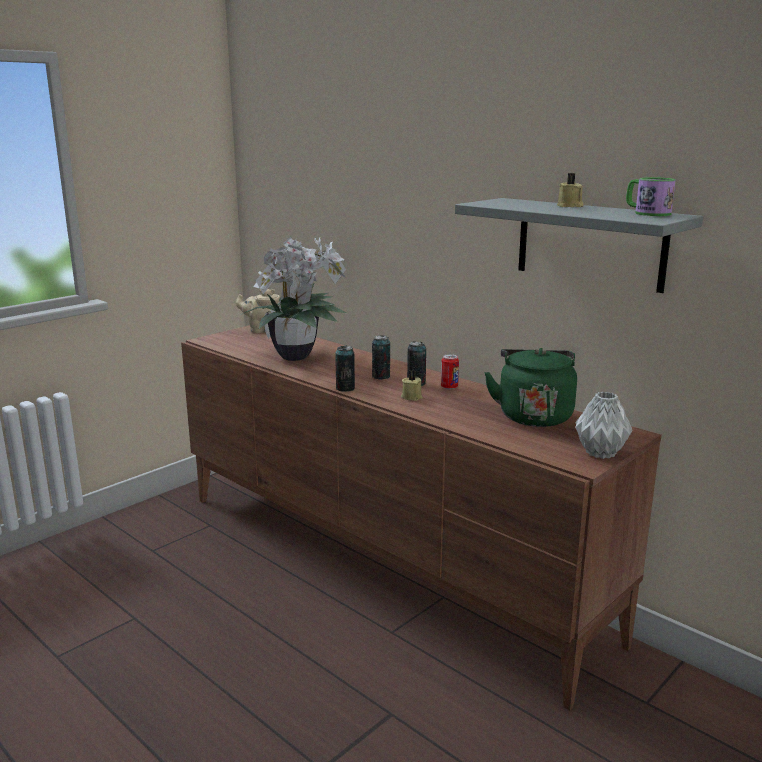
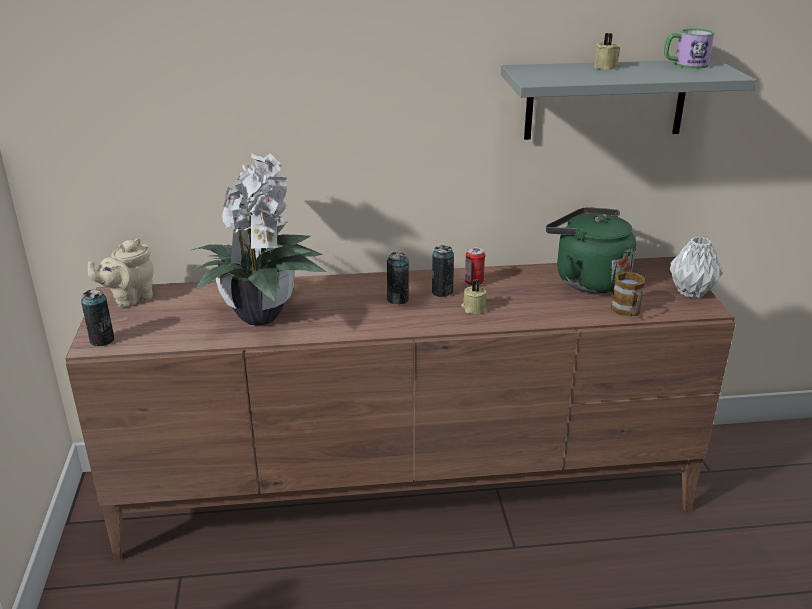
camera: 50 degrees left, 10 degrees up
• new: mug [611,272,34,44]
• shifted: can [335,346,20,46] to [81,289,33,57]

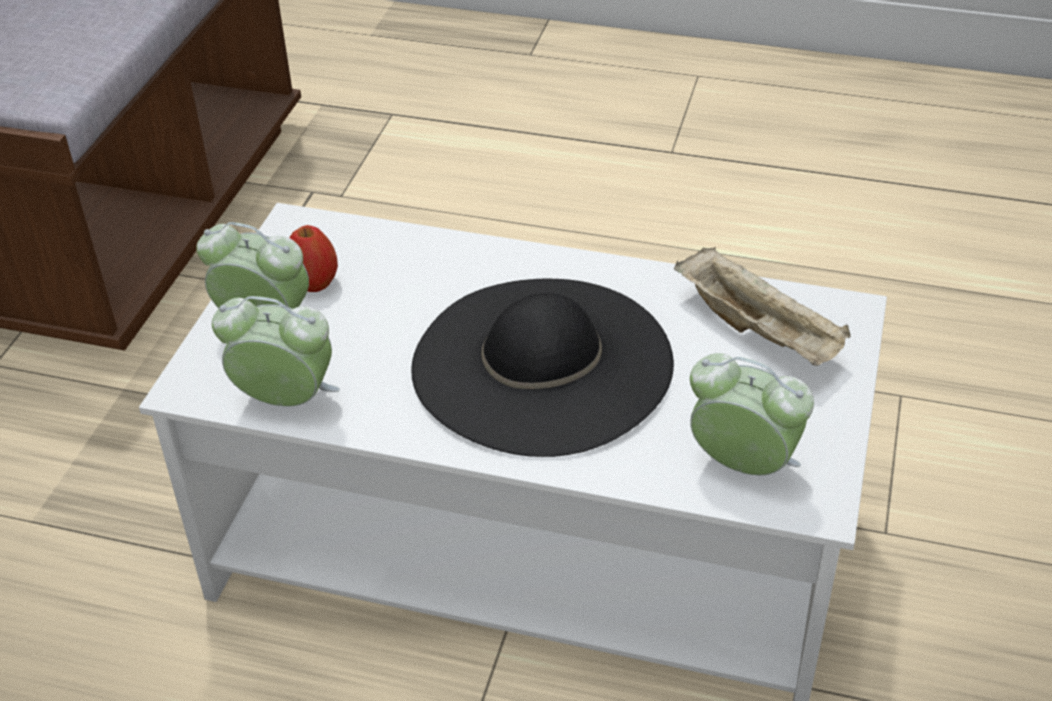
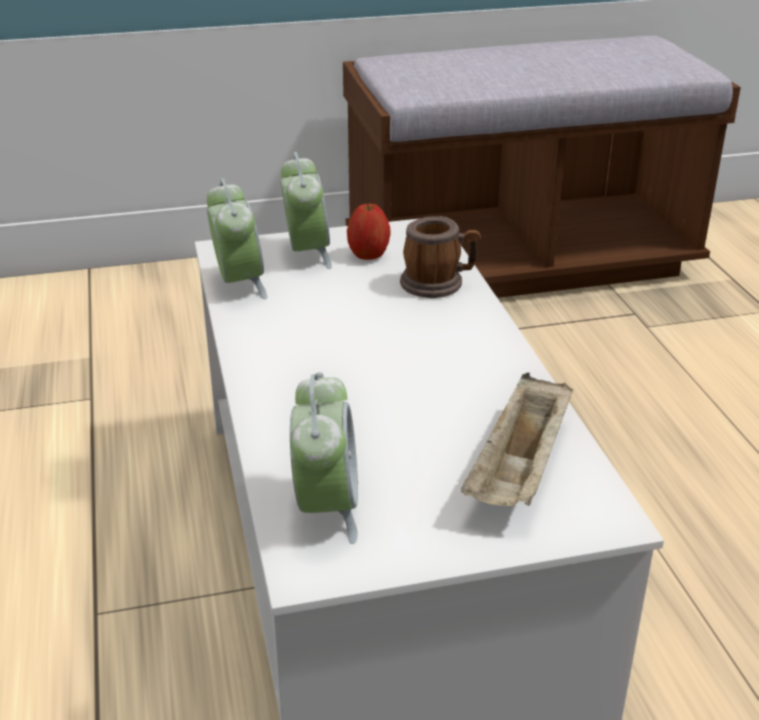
camera: 60 degrees right, 10 degrees down
• gone: black hat [411,279,263,178]
• new: mug [400,217,81,81]

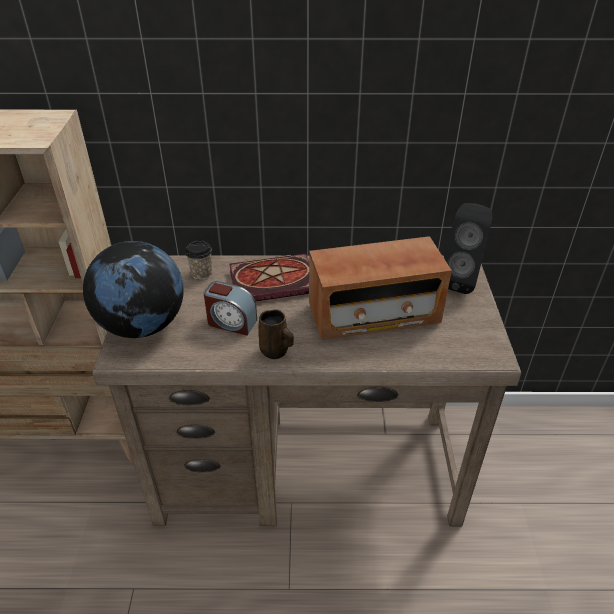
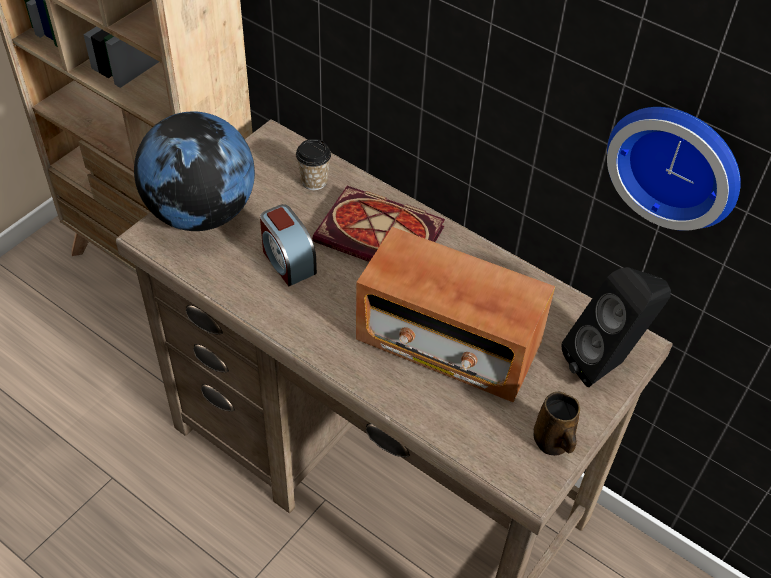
camera: 35 degrees right, 10 degrees up
• new: wall clock [607,107,134,124]
• shifted: brown mug [258,310,36,49] to [533,392,47,64]

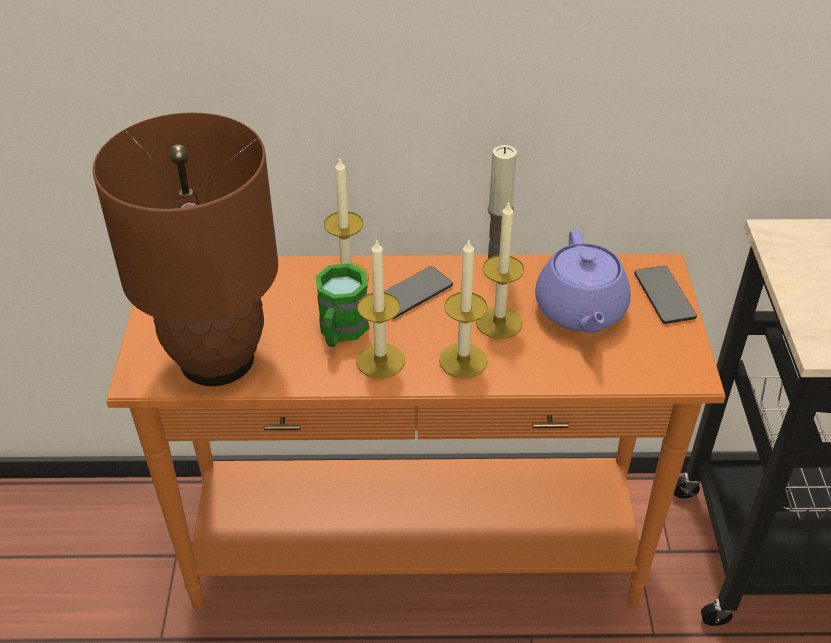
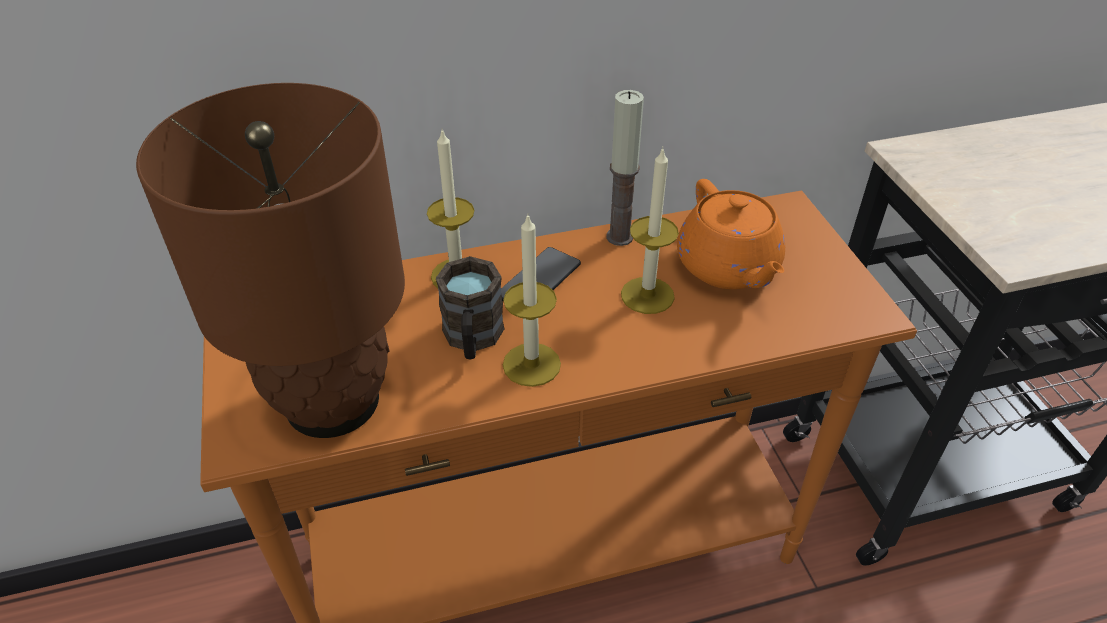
camera: 15 degrees left, 0 degrees up
• gone: candle [439,240,49,139]
• gone: phone [634,266,63,58]
• repainted: green mug [315,263,54,84] to brown mug [436,256,68,104]
• repainted: purple teapot [535,229,96,104] to orange teapot [677,179,108,110]

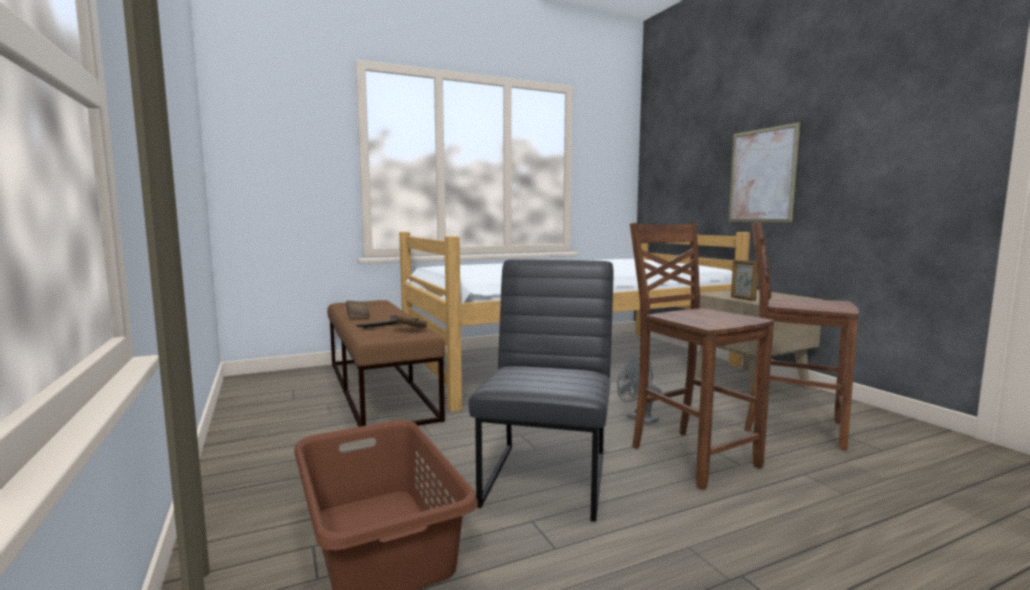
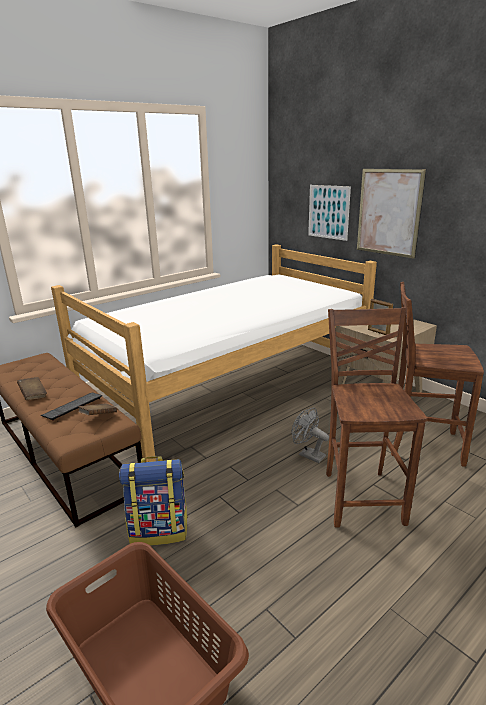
camera: 15 degrees left, 15 degrees up
• gone: grey chair [469,259,144,263]
• new: backpack [119,456,69,90]
• new: picture [308,185,43,56]
• rotated: brown chair [630,223,144,267] = [326,307,101,221] 45 degrees clockwise

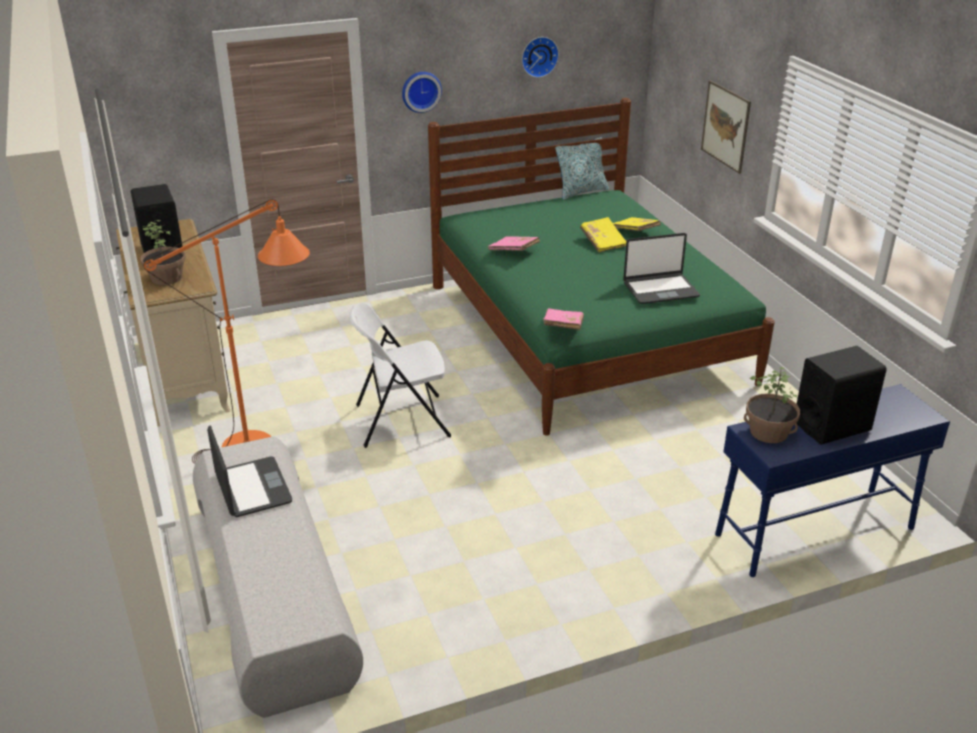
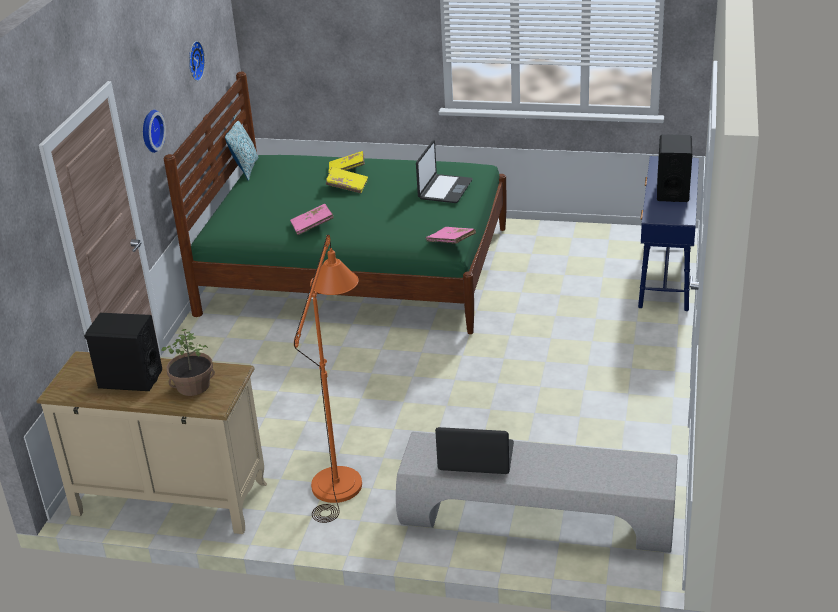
camera: 55 degrees left, 0 degrees up
• gone: white chair [349,302,102,146]
• gone: picture [701,80,50,94]
• gone: potted plant [744,367,56,76]

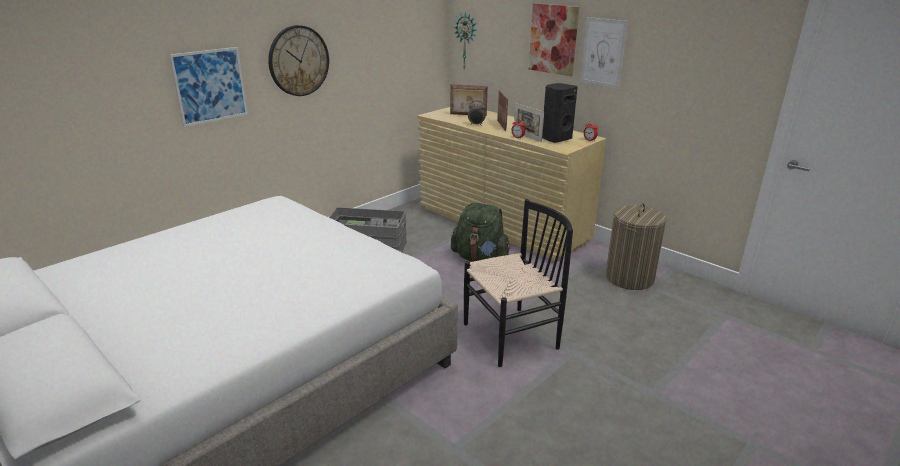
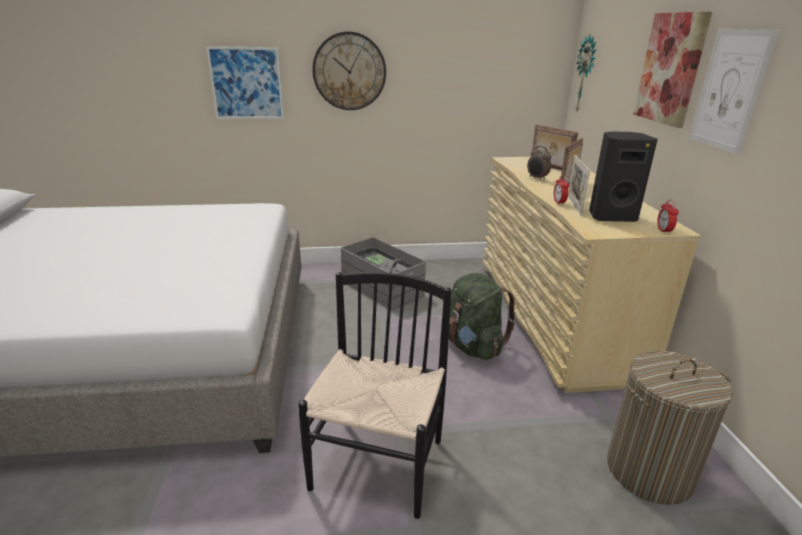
camera: 40 degrees right, 0 degrees up
• rotated: black chair [464,199,109,168] = [298,272,153,247] 90 degrees counterclockwise

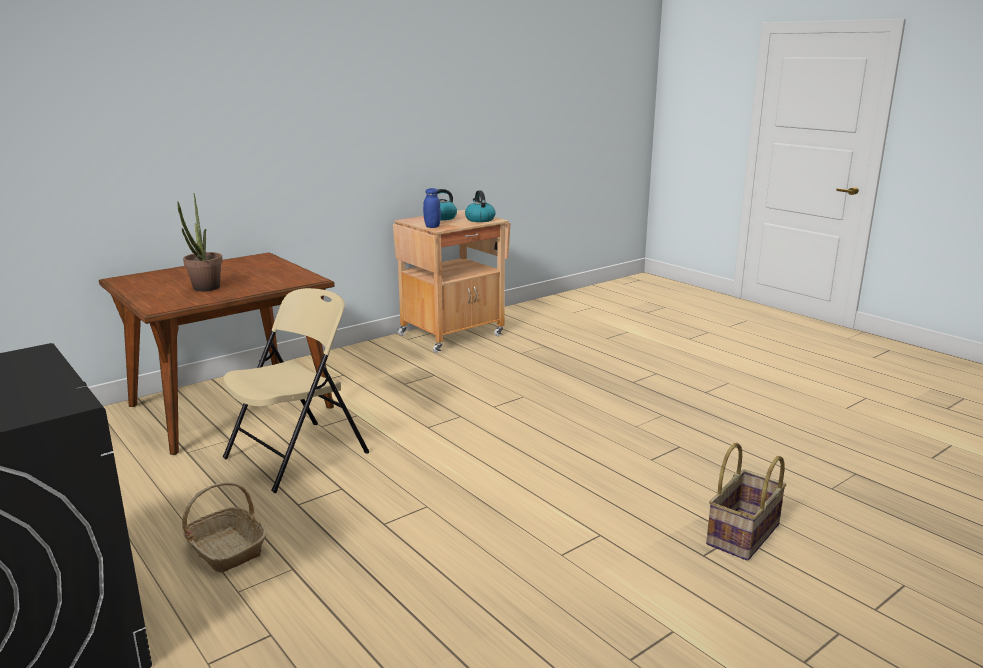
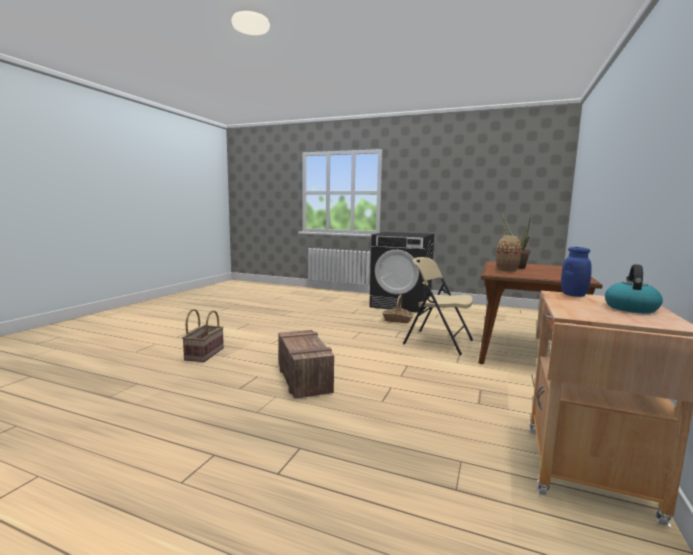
camera: 150 degrees right, 10 degrees down
• gone: kettle [465,190,31,32]
• new: crate [279,330,55,69]
• new: vase [496,236,26,36]
• rotated: beige chair [223,288,146,205] = [403,257,70,99] 105 degrees clockwise

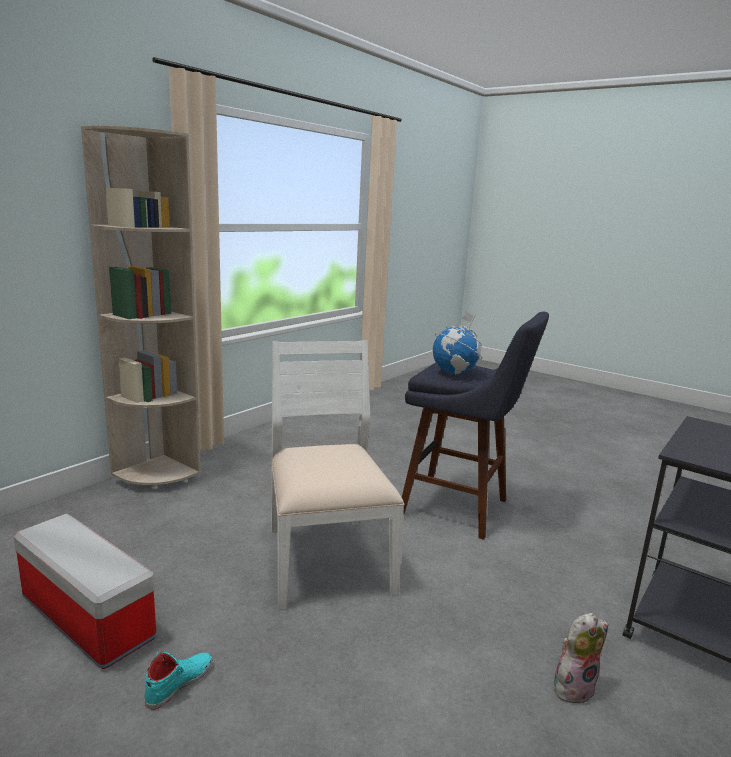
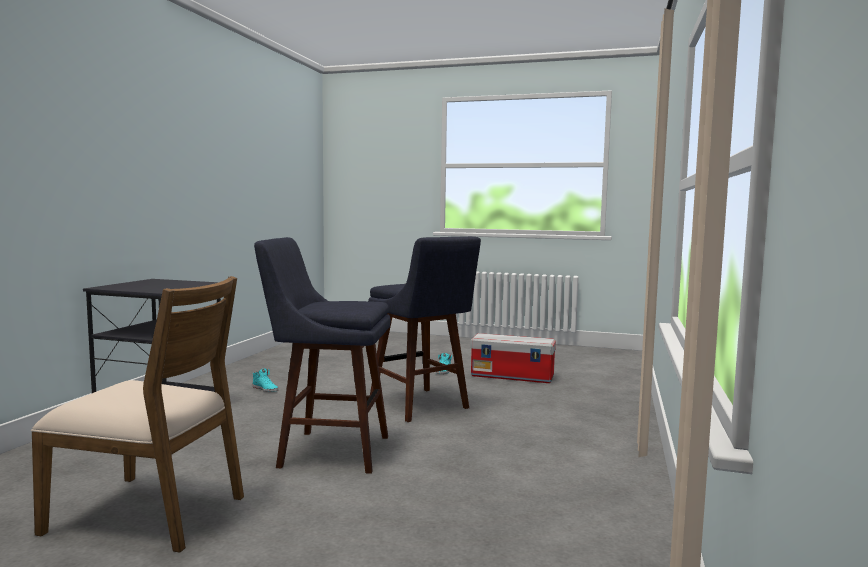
camera: 160 degrees right, 10 degrees down
• gone: beige bookcase [81,126,120,364]
• gone: globe [433,311,49,64]
• new: brown chair [31,276,213,277]
• swapped: white chair [271,340,134,270] to blue stool [368,237,113,185]
• swapped: plush toy [554,613,54,91] to turquoise shoe [253,368,26,24]

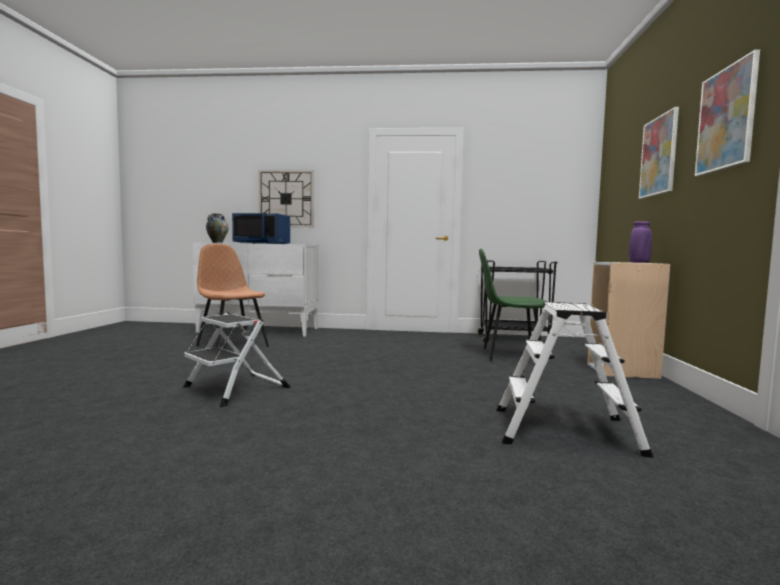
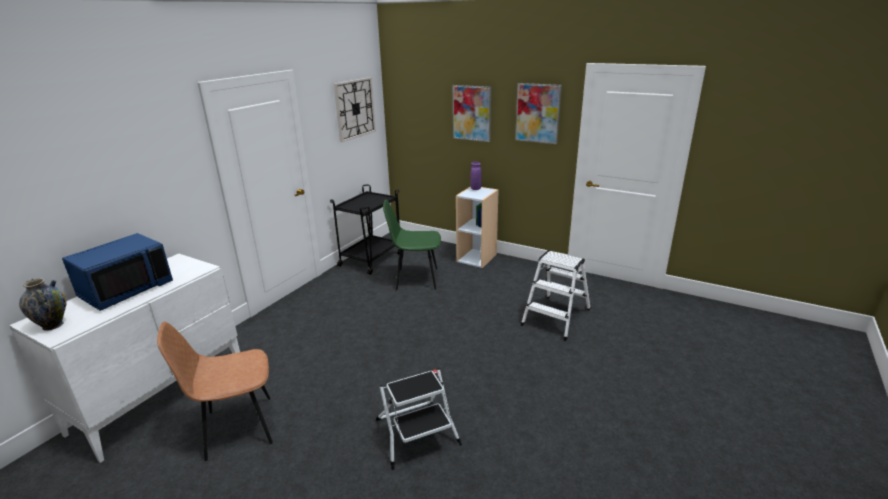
camera: 65 degrees left, 20 degrees up
• shifted: wall clock [258,170,56,57] to [334,77,42,65]
• rotated: green chair [479,248,68,113] = [383,199,58,91] 60 degrees clockwise

